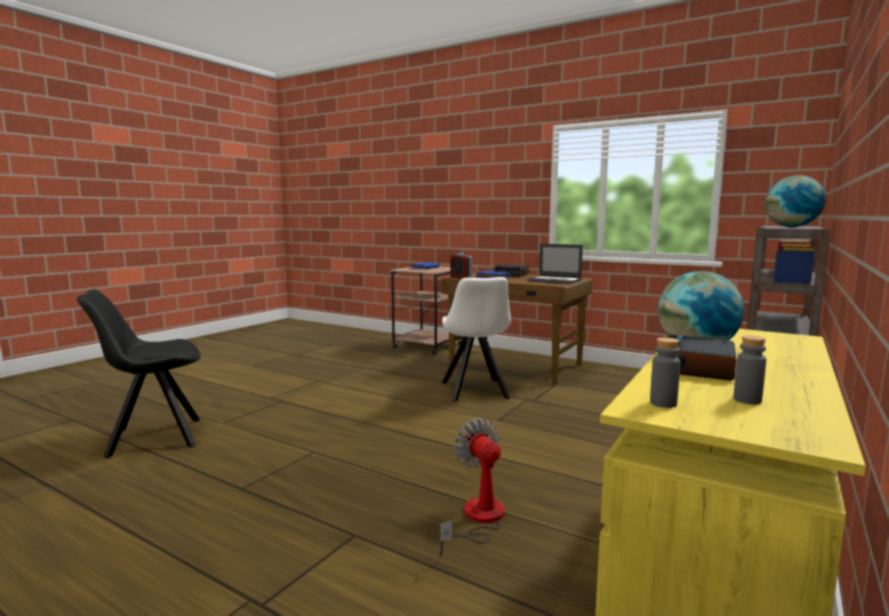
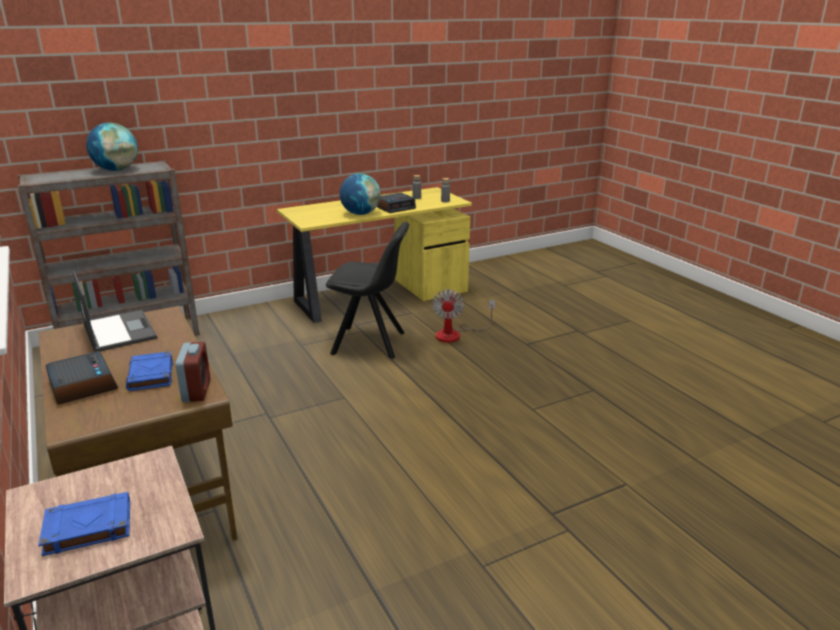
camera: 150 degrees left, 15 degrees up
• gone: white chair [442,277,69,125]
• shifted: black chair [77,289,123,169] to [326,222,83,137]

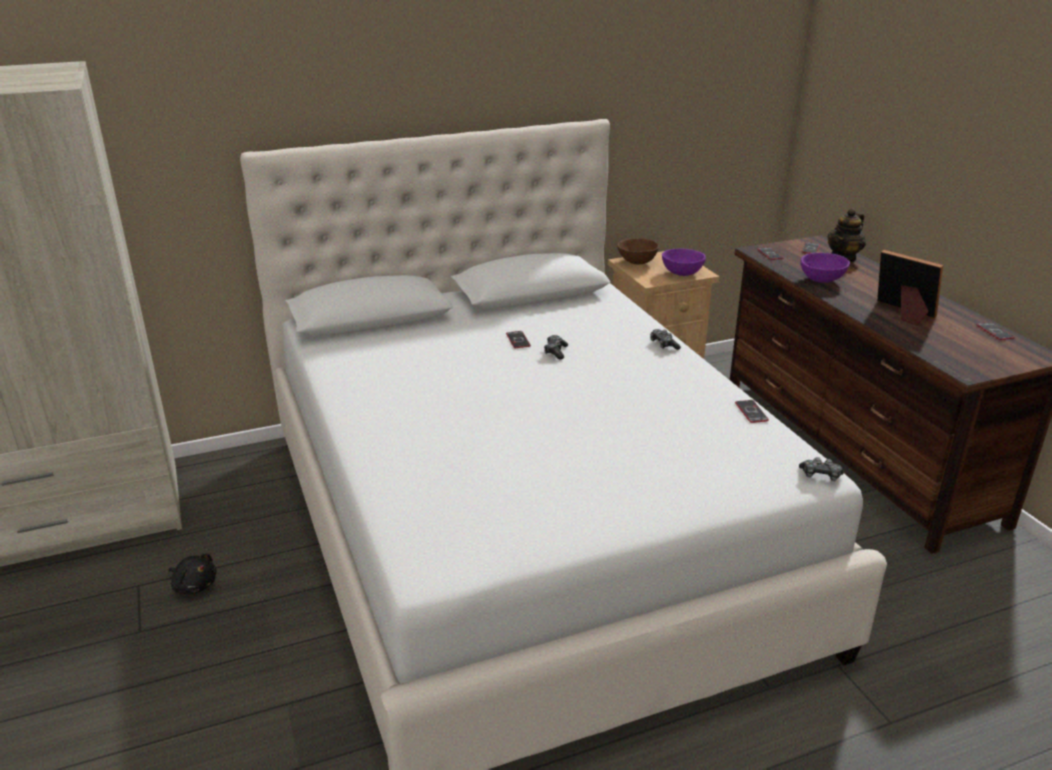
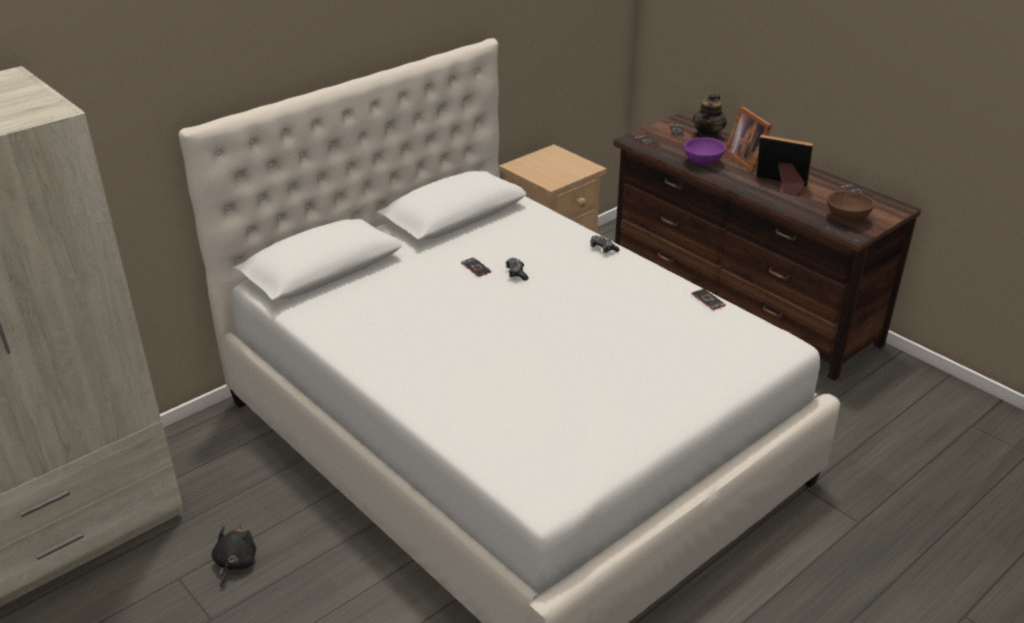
camera: 20 degrees left, 5 degrees up
• gone: purple bowl [662,248,44,28]
• gone: game controller [799,457,45,24]
• new: picture frame [725,107,47,65]
• shifted: brown bowl [617,238,42,27] to [827,190,48,32]
• rotated: black plush toy [169,553,47,41] = [212,523,44,65] 90 degrees counterclockwise

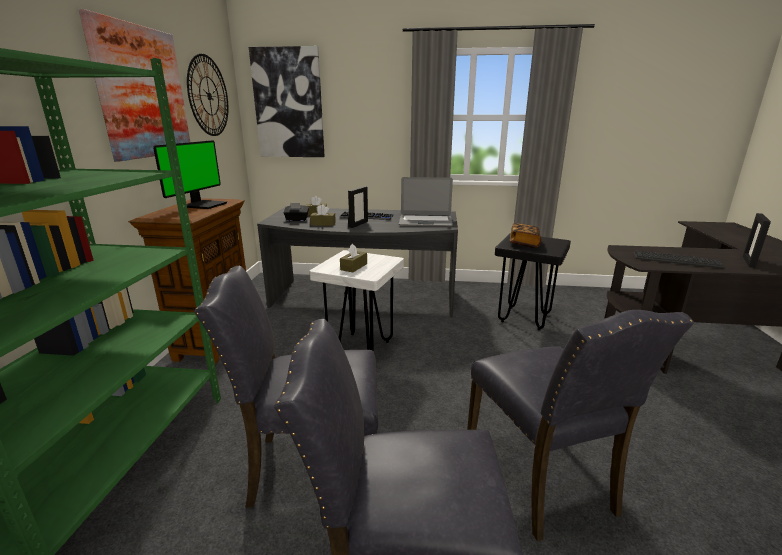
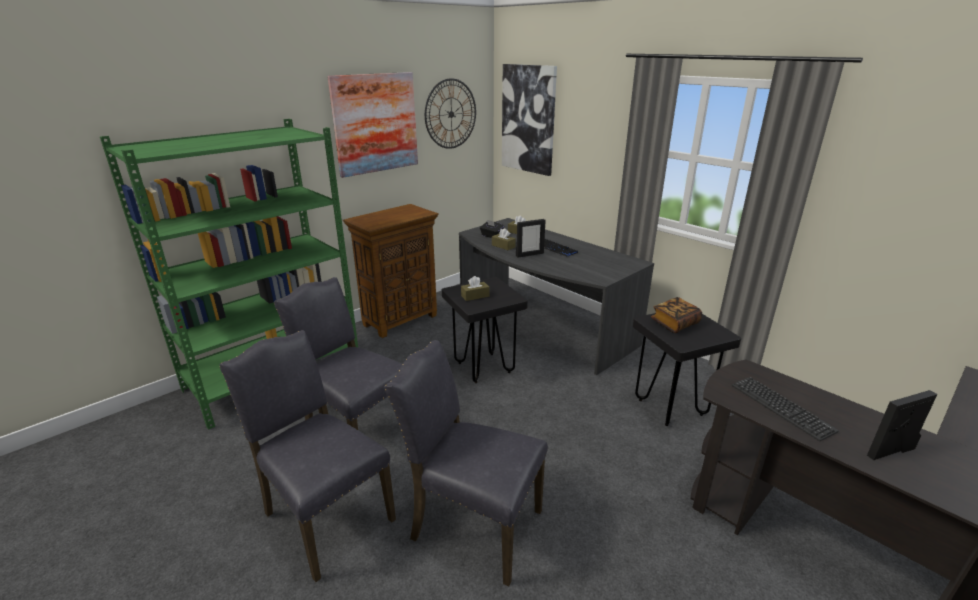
camera: 40 degrees right, 5 degrees up
• gone: monitor [153,140,74,69]
• gone: laptop [399,177,54,49]
• repainted: white stool [309,250,95,101] to black stool [442,277,86,106]
• rotated: grey chair [467,310,227,232] = [384,340,164,246] 90 degrees clockwise

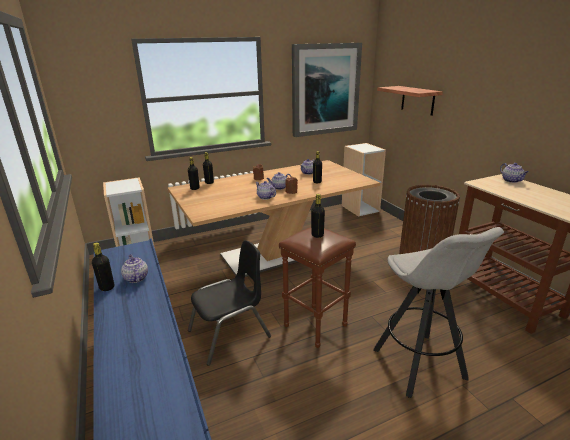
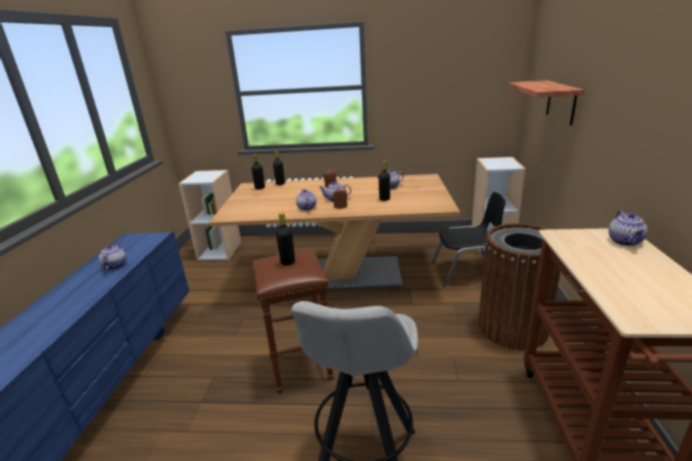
camera: 30 degrees right, 0 degrees up
• gone: black bottle [92,243,22,48]
• gone: picture [292,43,70,94]
• shifted: black chair [188,240,83,126] to [432,192,74,95]

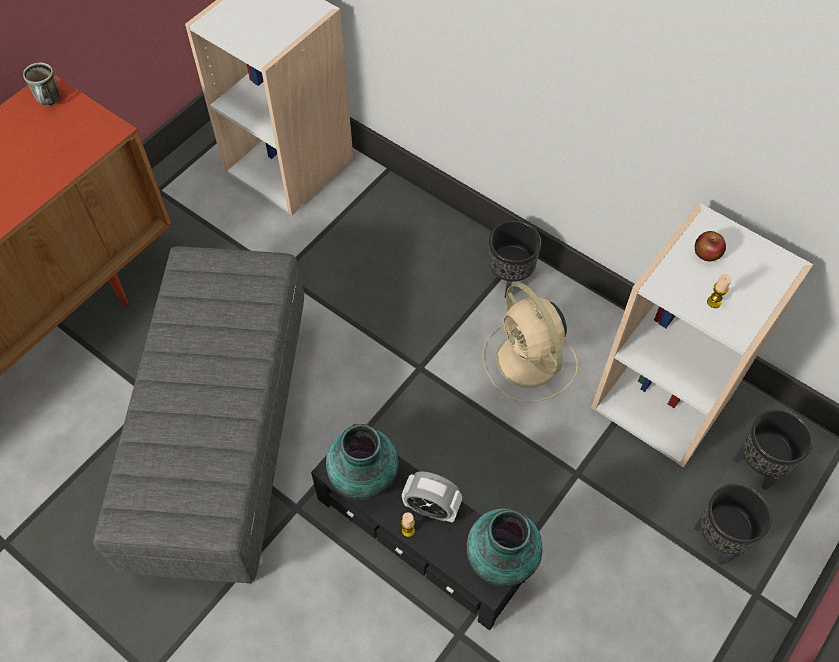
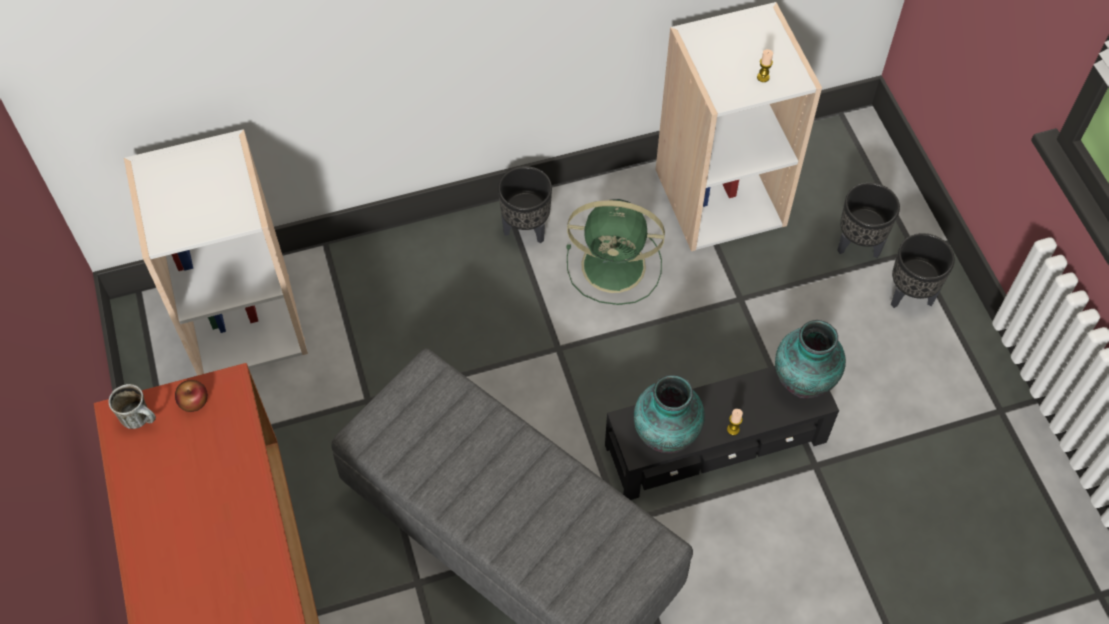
camera: 55 degrees left, 0 degrees up
• gone: alarm clock [402,472,60,51]
• shifted: apple [695,231,31,30] to [175,380,33,32]
• shifted: black planter [734,410,78,80] to [891,233,64,75]
• repainted: beige fan [482,283,96,119] to green fan [566,199,99,106]

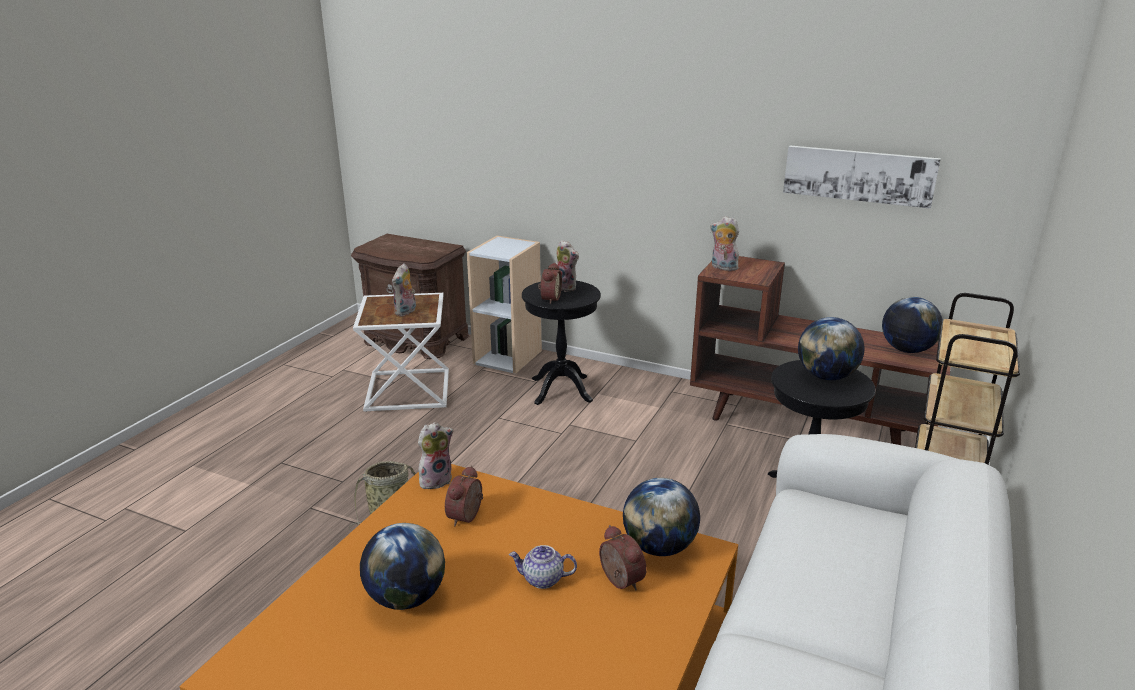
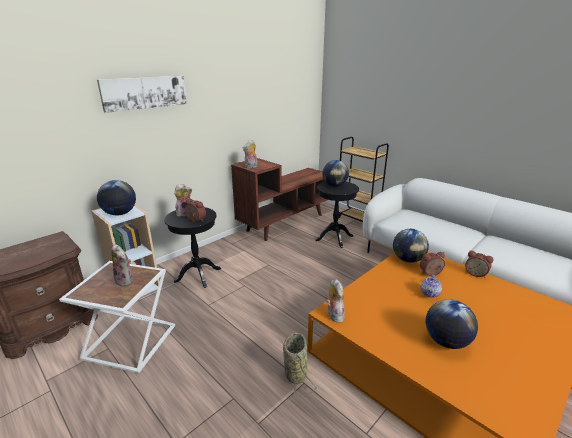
camera: 70 degrees left, 0 degrees up
• shifted: alarm clock [445,466,38,60] to [465,251,29,27]
• shifted: picture [783,145,158,64] to [97,76,90,37]
• shifted: globe [882,297,61,56] to [97,180,39,35]

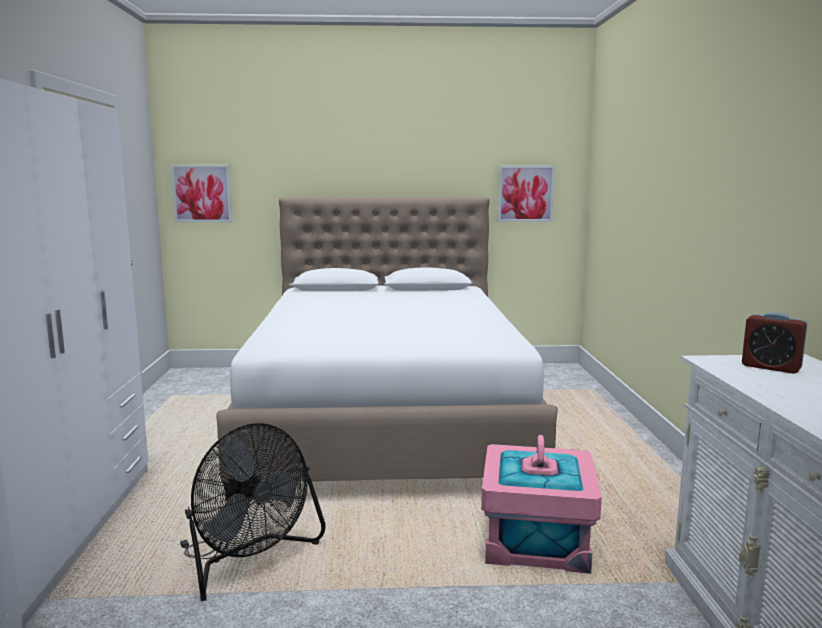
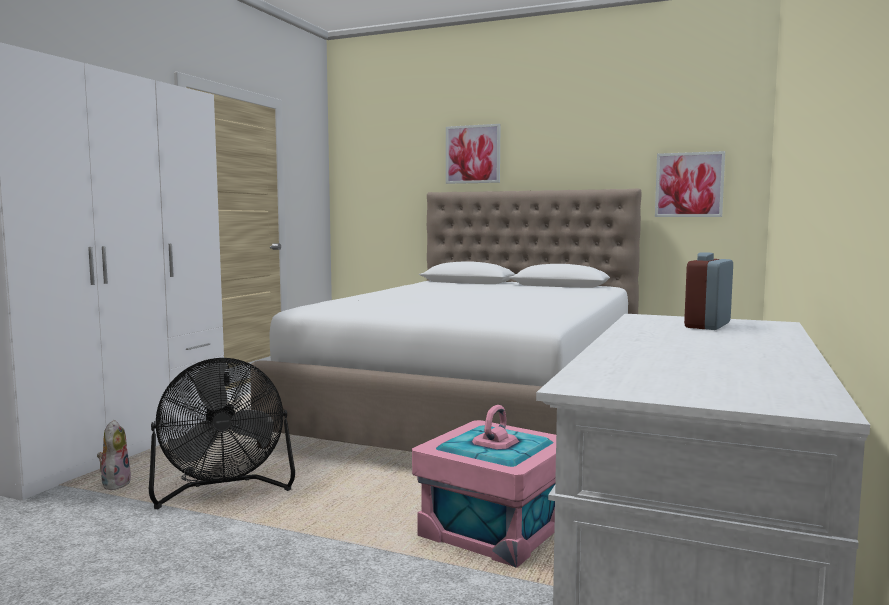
camera: 25 degrees right, 5 degrees down
• new: plush toy [97,420,34,70]
• shifted: picture [171,165,61,57] to [446,124,54,60]
• rotated: alarm clock [742,312,65,62] = [684,252,49,78] 60 degrees clockwise

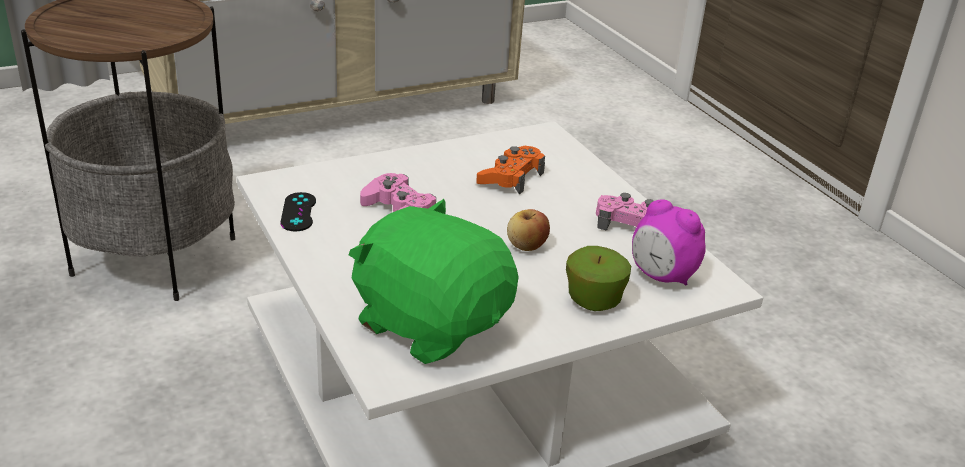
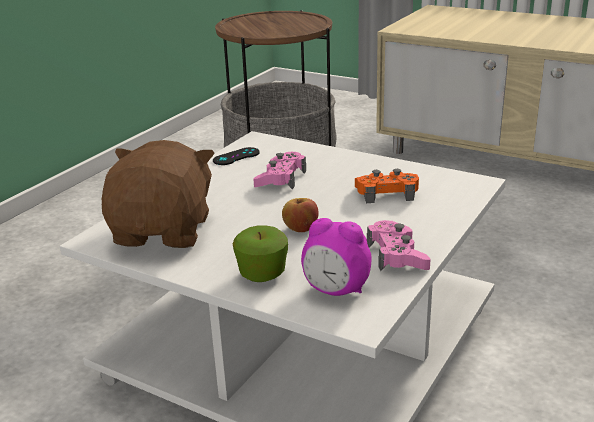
camera: 60 degrees right, 5 degrees down
• repainted: green plush toy [349,199,169,165] to brown plush toy [102,140,113,108]
• rotated: alarm clock [632,199,74,87] = [301,218,71,78] 75 degrees counterclockwise

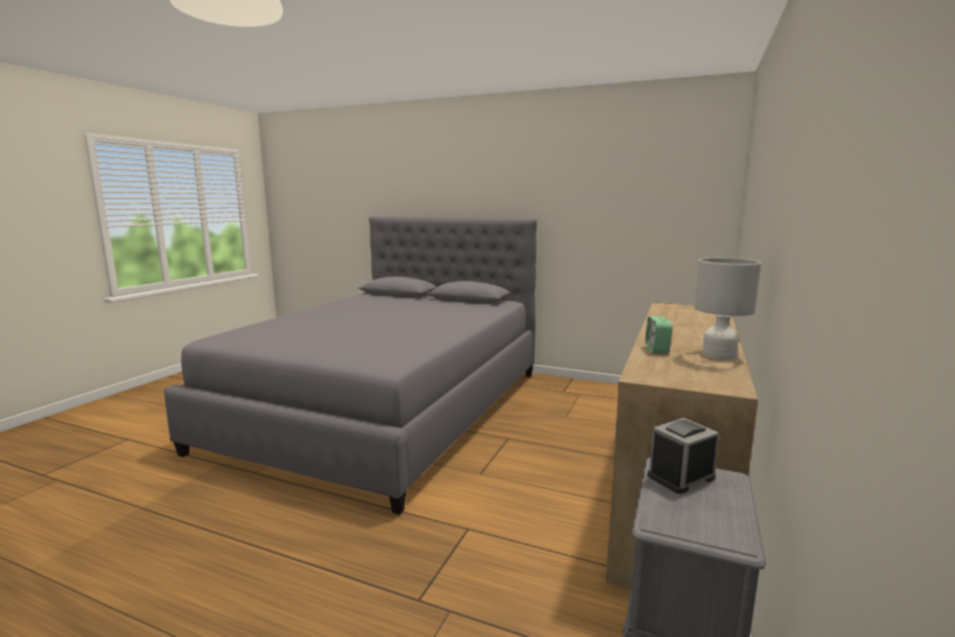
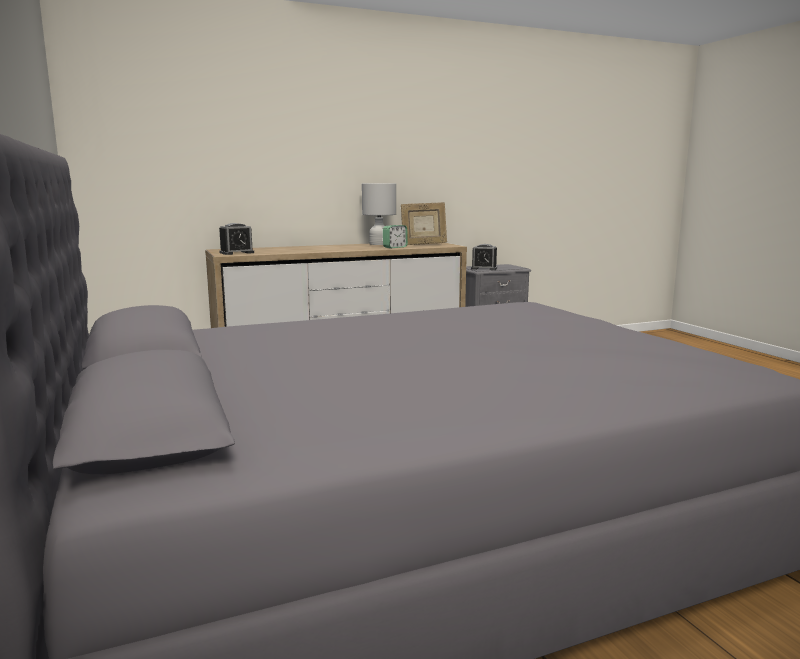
camera: 135 degrees left, 0 degrees up
• new: alarm clock [219,223,35,32]
• new: picture frame [401,202,46,43]

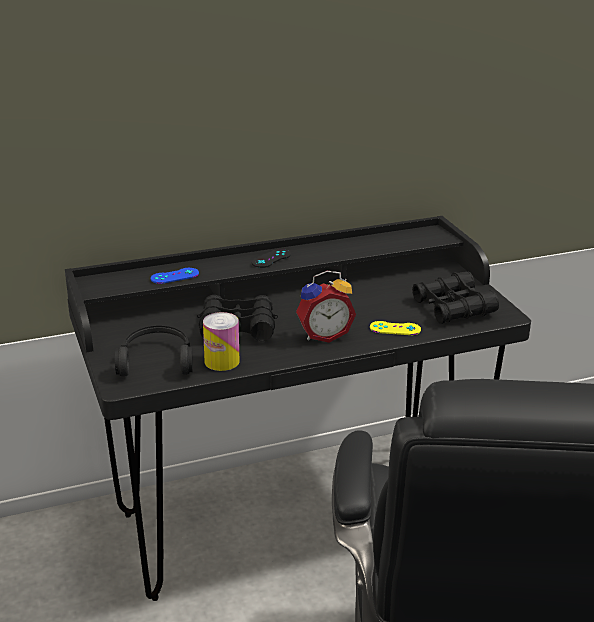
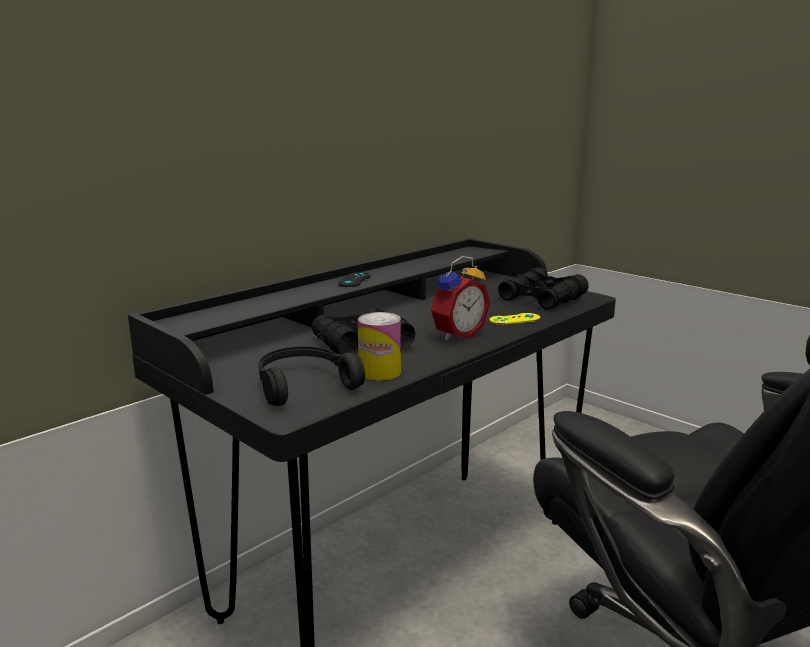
camera: 25 degrees left, 10 degrees down
• gone: blue game controller [151,268,48,16]

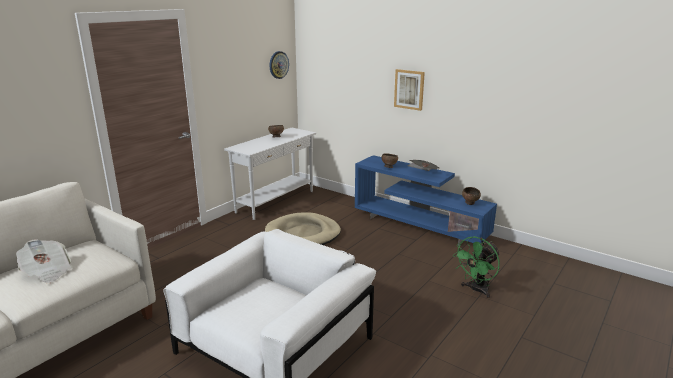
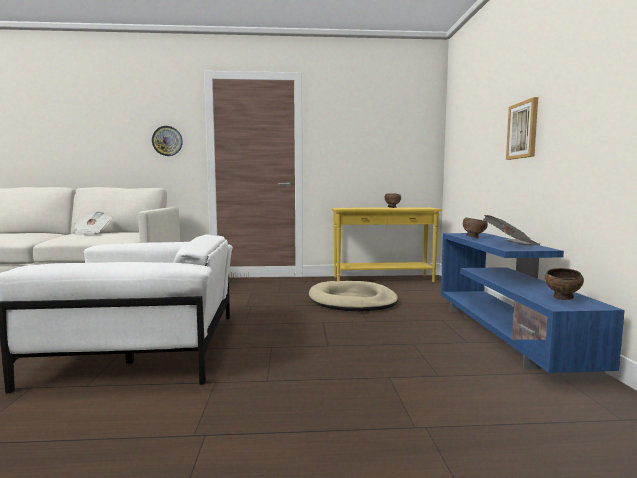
camera: 50 degrees right, 15 degrees down
• gone: green fan [453,236,47,62]
• shifted: wall clock [269,51,20,28] to [152,126,31,30]
• repainted: white console table [224,128,92,92] to yellow console table [331,207,111,76]

